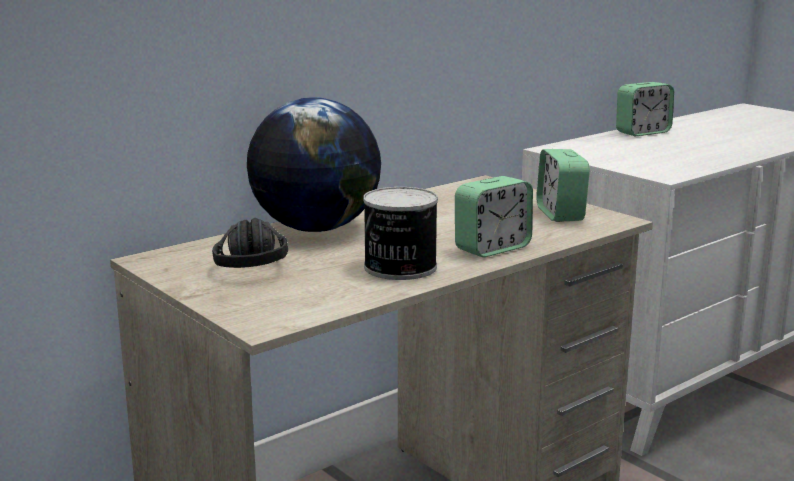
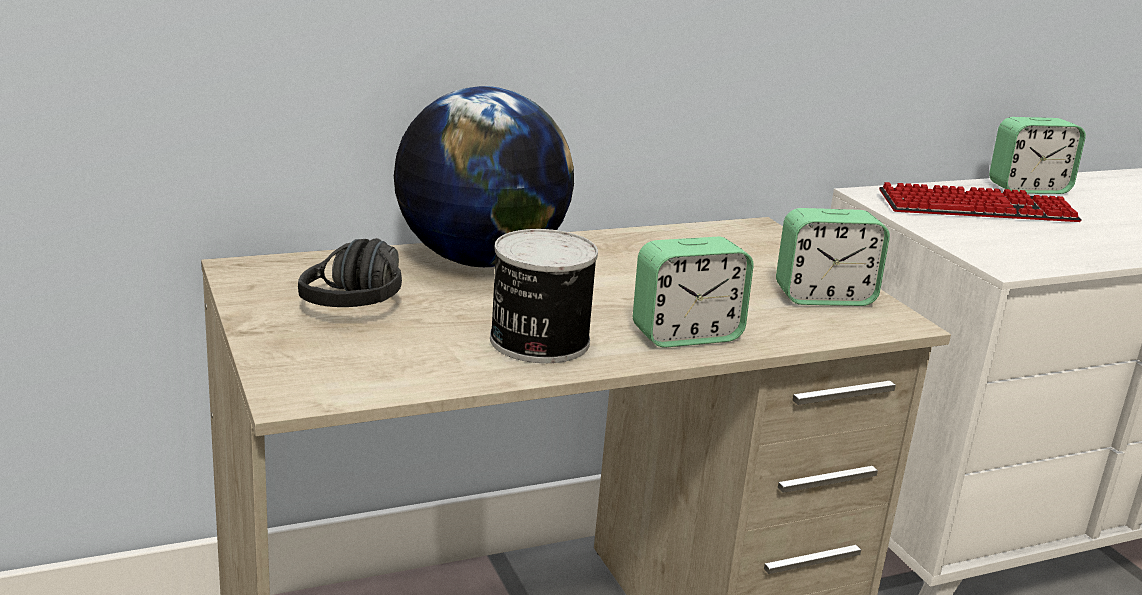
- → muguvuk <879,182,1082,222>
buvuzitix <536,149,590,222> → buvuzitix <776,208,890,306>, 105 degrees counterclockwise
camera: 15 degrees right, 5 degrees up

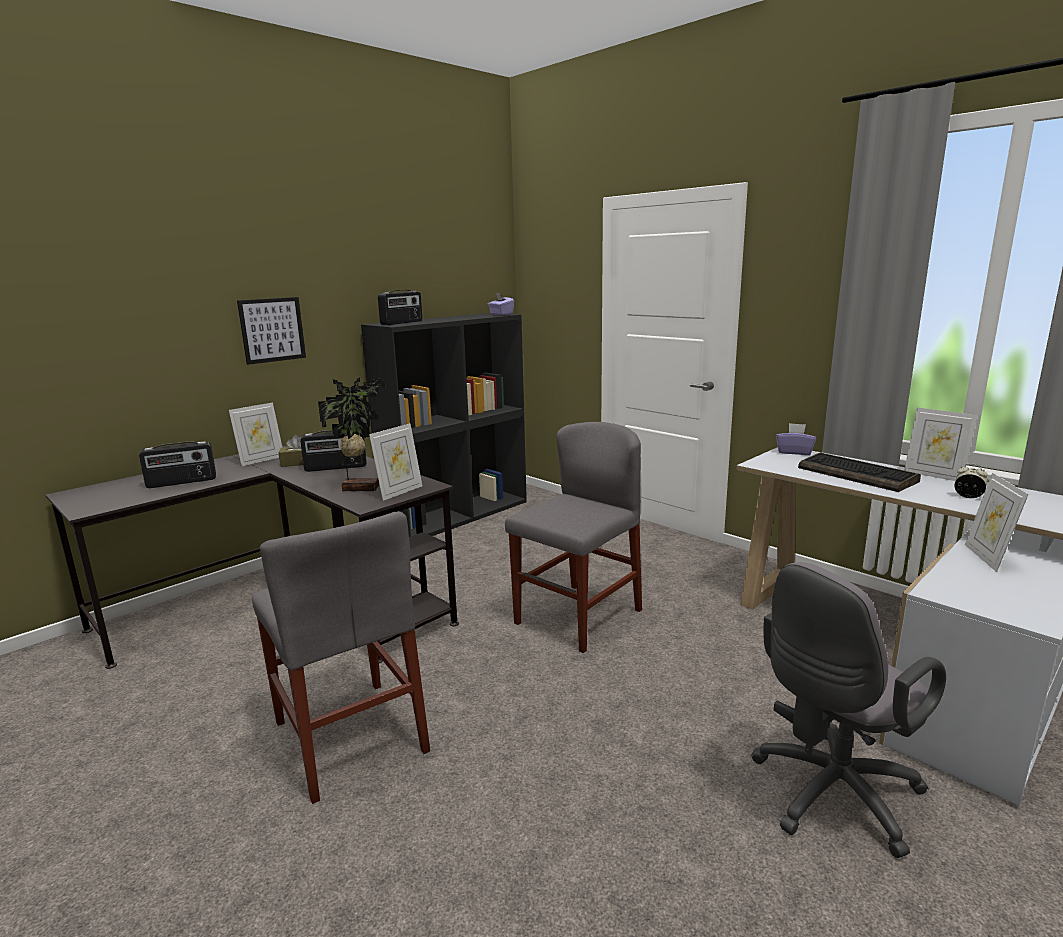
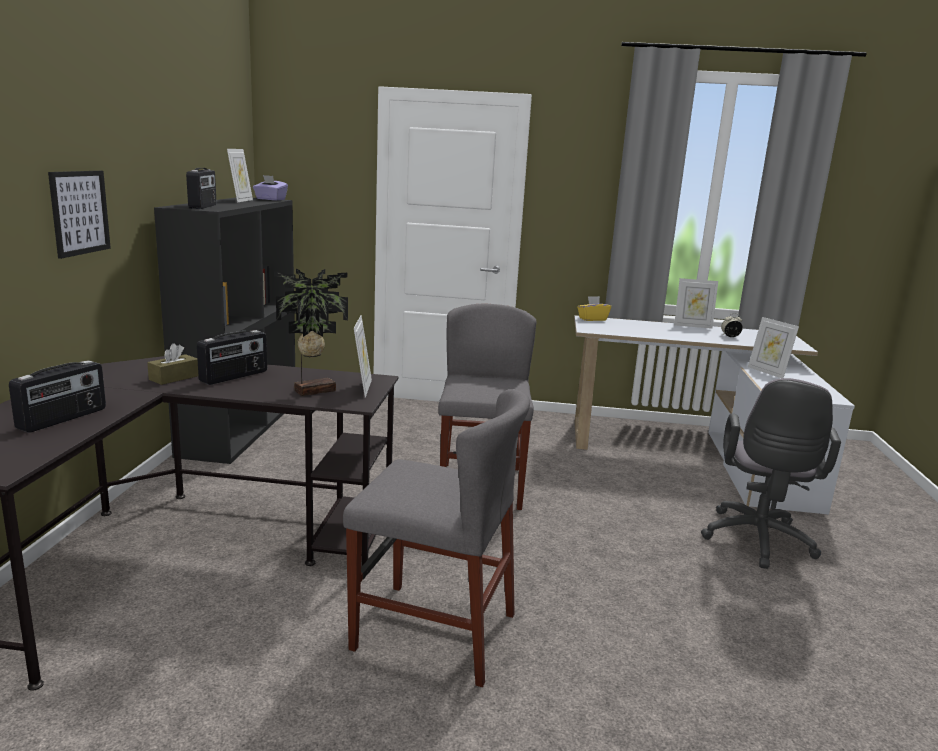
muguvuk <798,452,921,492> → -
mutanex <229,402,283,466> → mutanex <227,149,253,202>, relocated
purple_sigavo <776,423,816,455> → yellow_sigavo <577,296,611,321>
camera: 40 degrees left, 0 degrees up

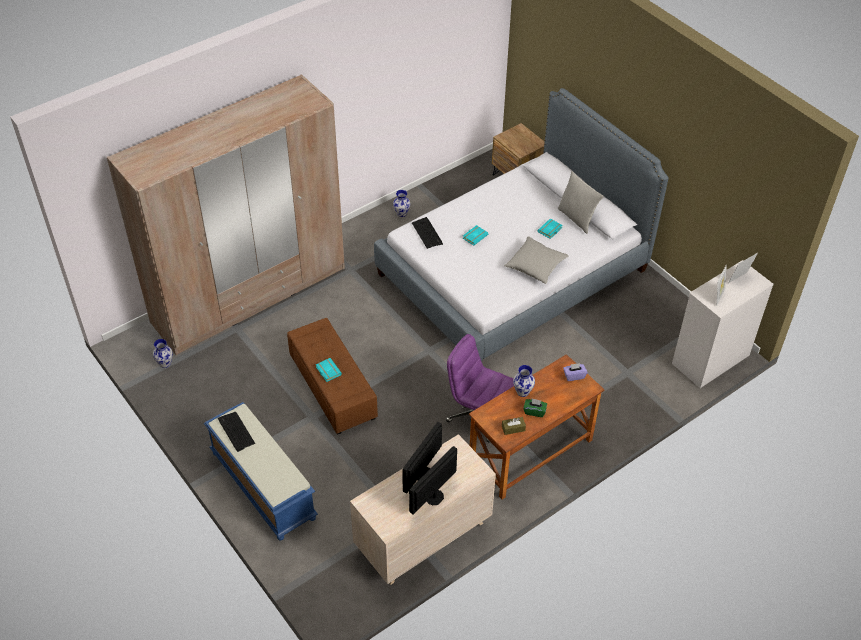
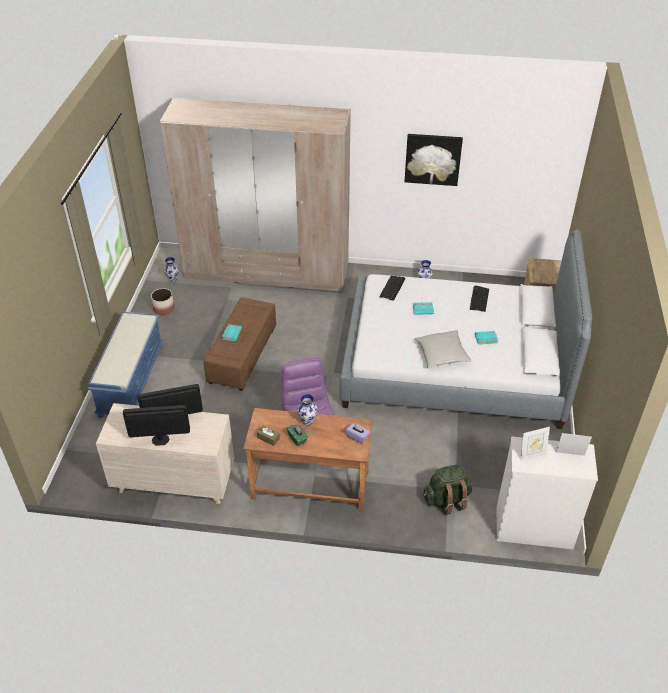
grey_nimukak <558,171,604,234> → -
- → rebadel <151,288,175,315>
- → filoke <404,134,463,186>
- → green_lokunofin <423,465,472,515>
muguvuk <218,412,255,452> → muguvuk <470,285,489,312>, relocated
camera: 45 degrees right, 5 degrees down

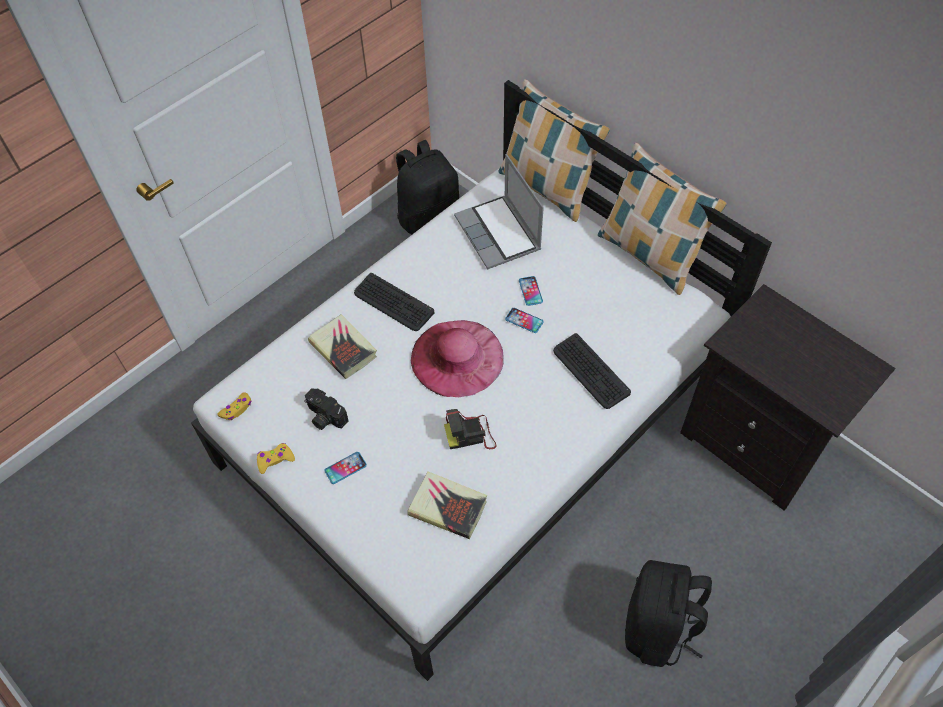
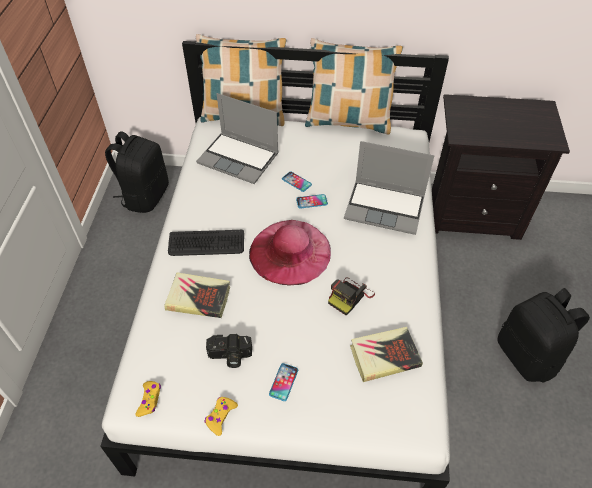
muguvuk <553,333,631,409> → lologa <344,141,434,235>
camera: 40 degrees left, 5 degrees down

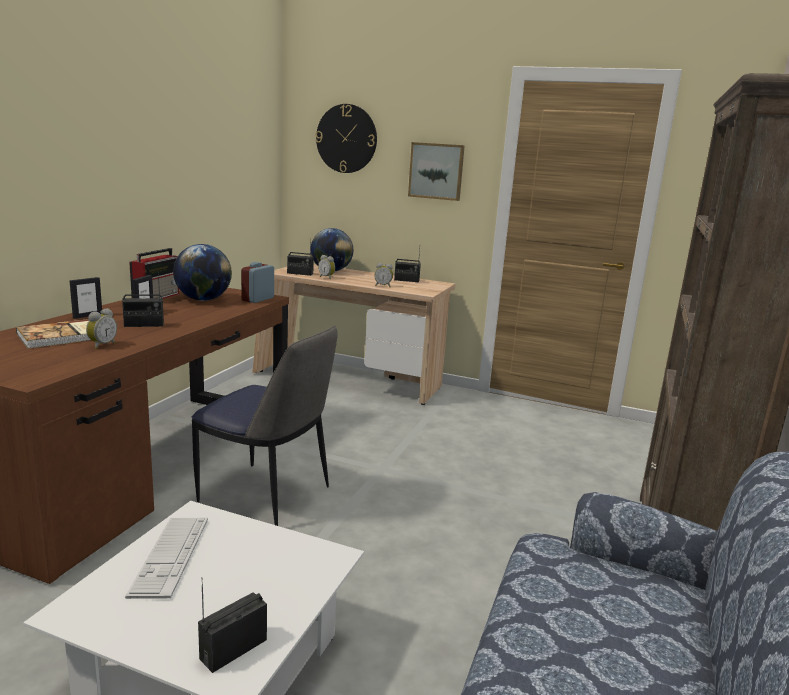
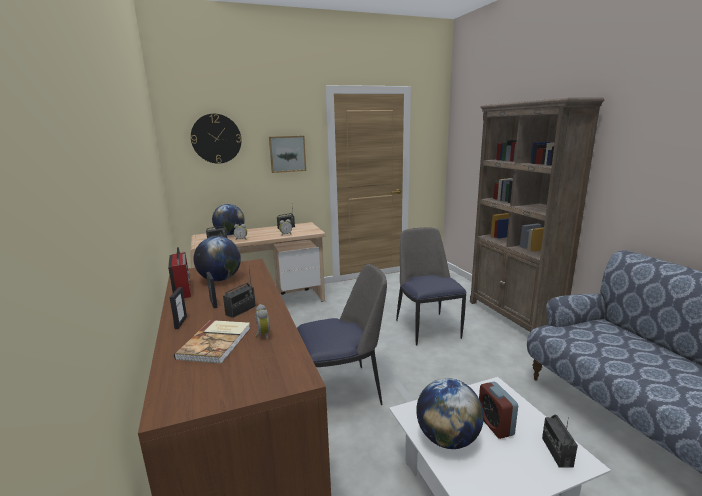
- → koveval <396,227,467,346>
buvuzitix <241,262,274,303> → buvuzitix <479,382,518,439>, relocated
muguvuk <125,518,208,599> → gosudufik <416,378,484,449>
camera: 40 degrees left, 0 degrees up

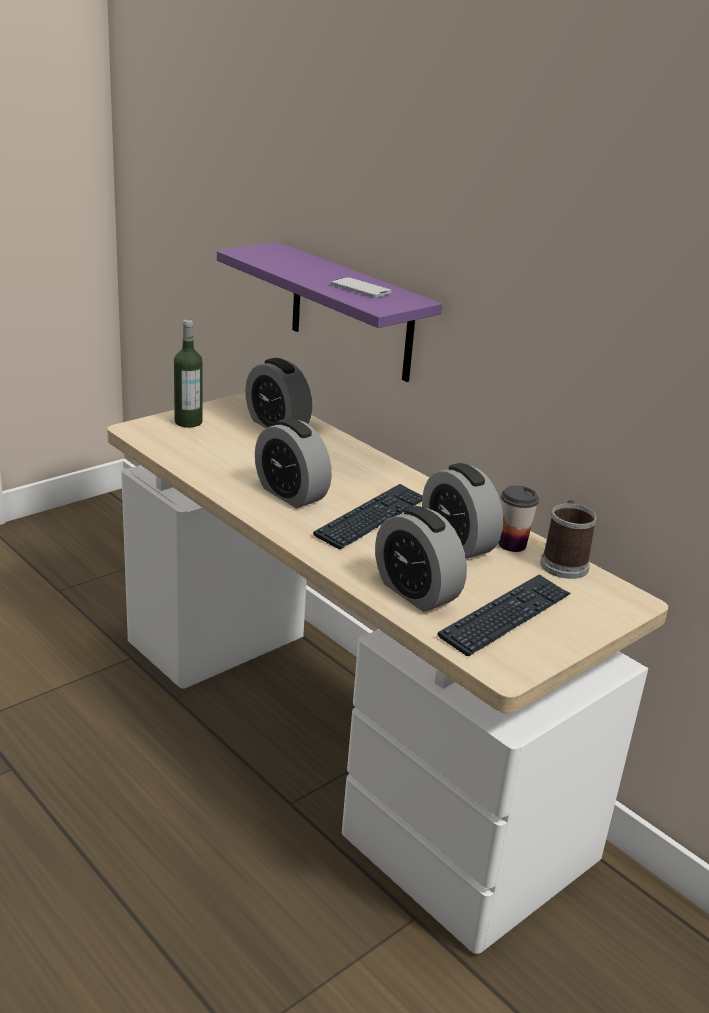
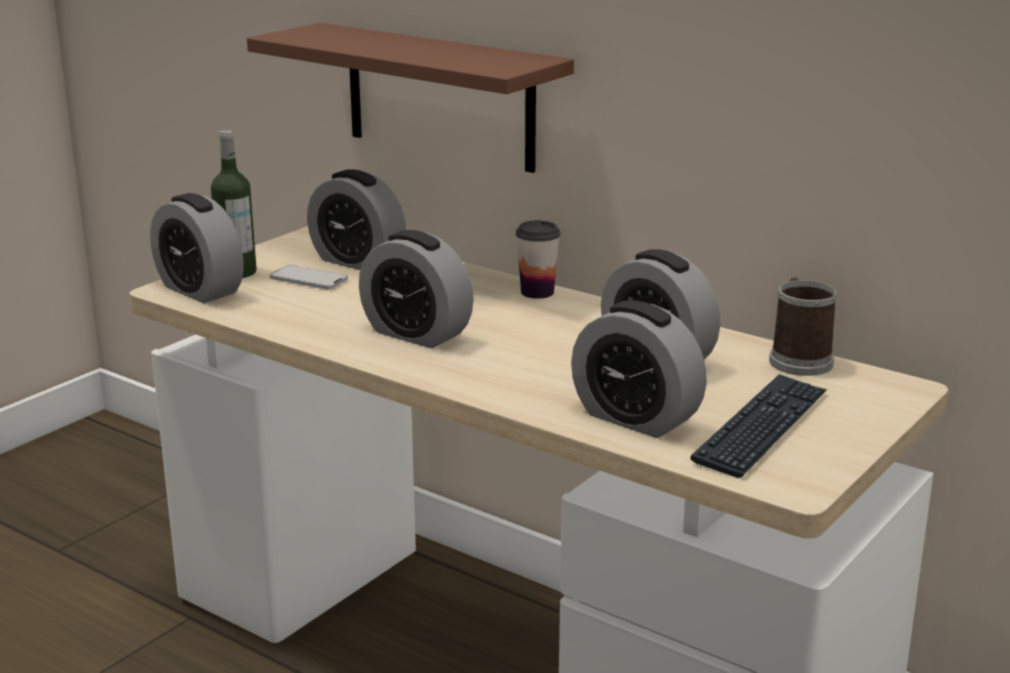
muguvuk <313,484,423,549> → -
- → buvuzitix <150,193,243,303>
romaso <331,277,392,298> → romaso <270,265,348,290>, relocated
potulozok <499,485,539,552> → potulozok <516,220,560,299>, relocated
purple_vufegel <217,242,442,382> → brown_vufegel <247,23,574,173>
camera: 10 degrees left, 5 degrees down

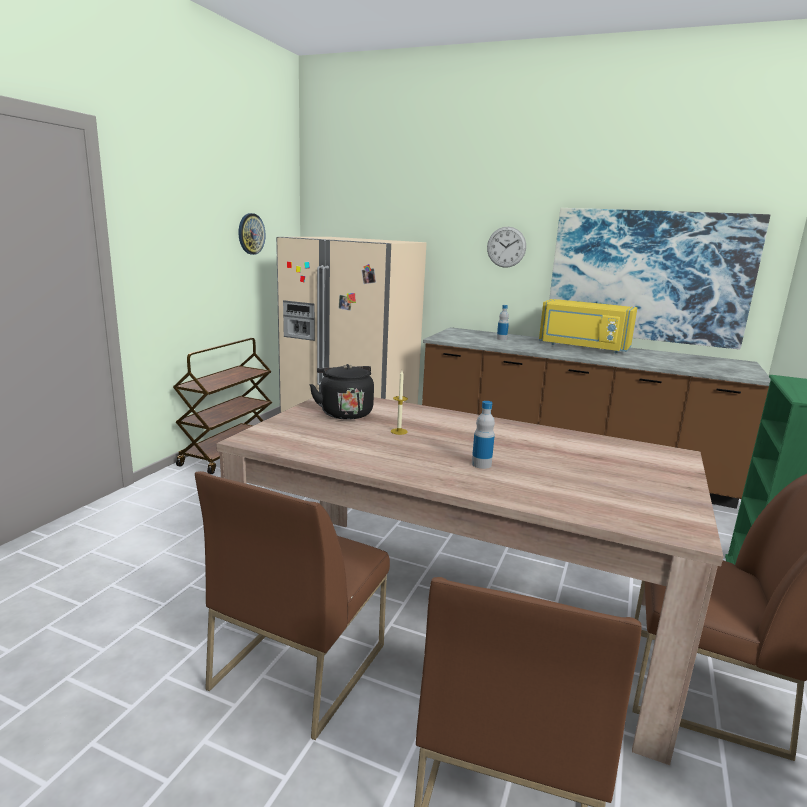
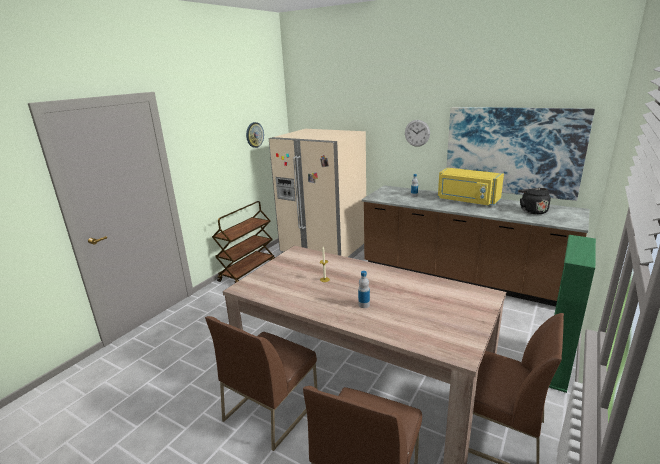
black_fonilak <309,364,374,420> → black_fonilak <518,188,551,215>, relocated
camera: 10 degrees right, 5 degrees up

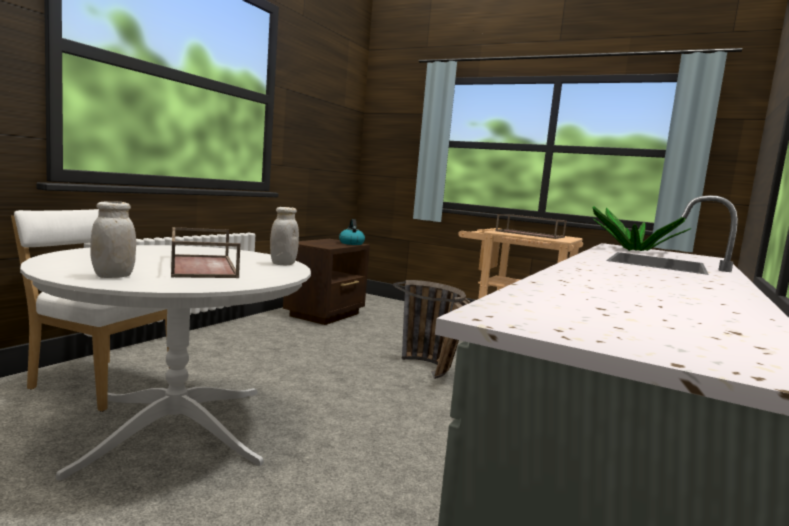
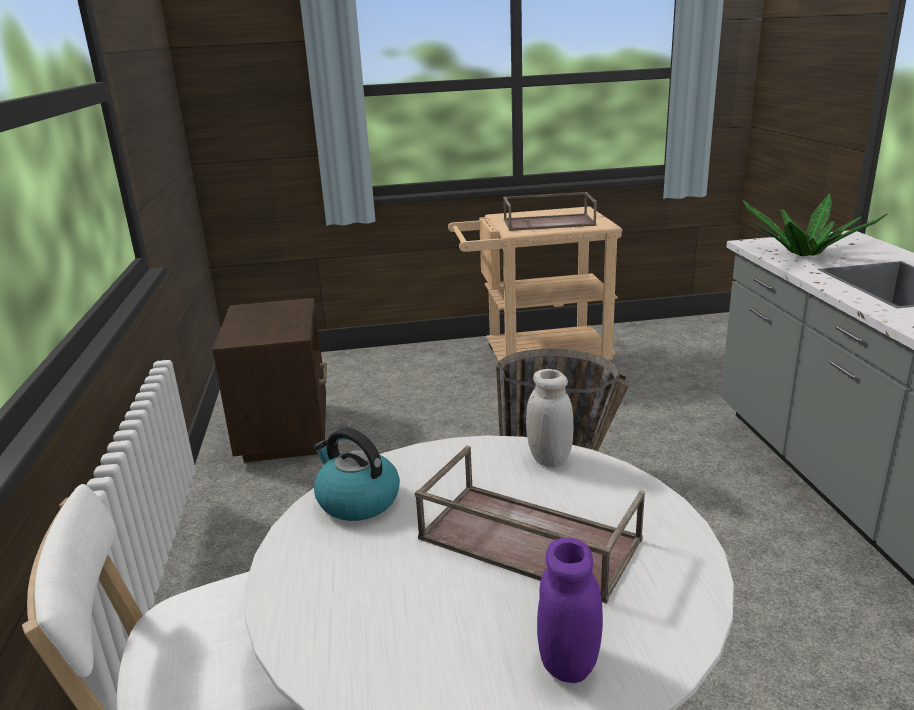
fonilak <339,219,365,245> → fonilak <314,427,400,521>, relocated
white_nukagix <90,201,136,278> → purple_nukagix <537,538,603,683>
camera: 35 degrees left, 15 degrees up

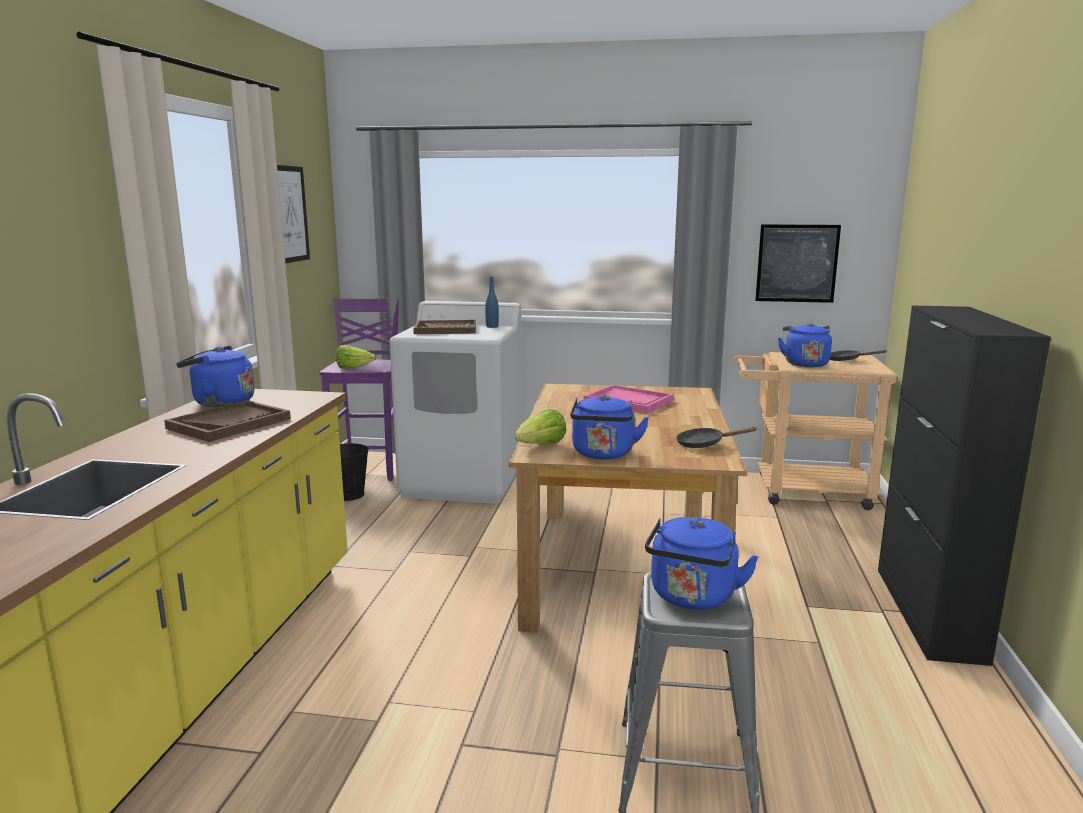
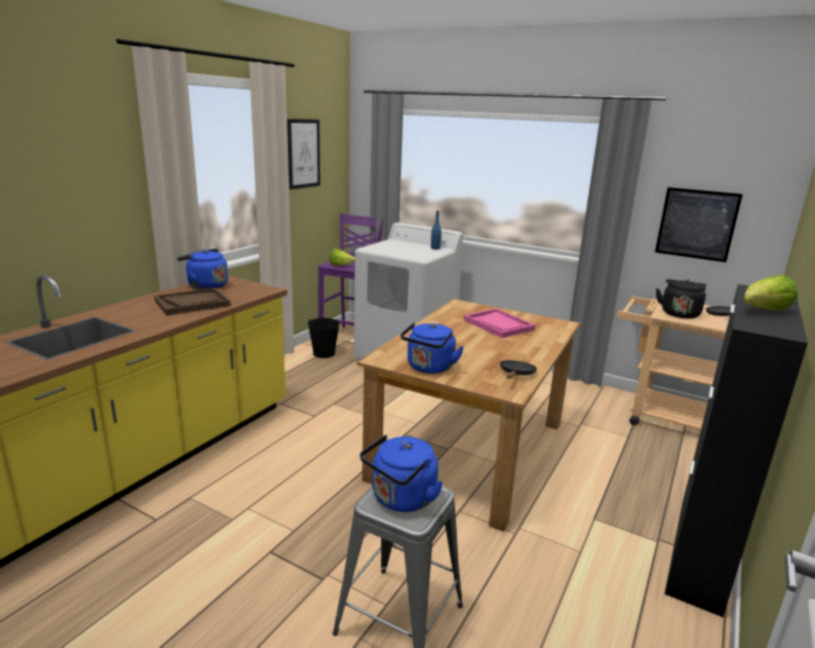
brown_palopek <413,320,476,334> → -
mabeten <515,409,566,444> → mabeten <744,275,798,311>, relocated
blue_fonilak <778,323,832,367> → black_fonilak <656,279,706,319>
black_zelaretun <676,427,757,448> → black_zelaretun <500,360,537,379>, 90 degrees clockwise
camera: 20 degrees right, 5 degrees up

